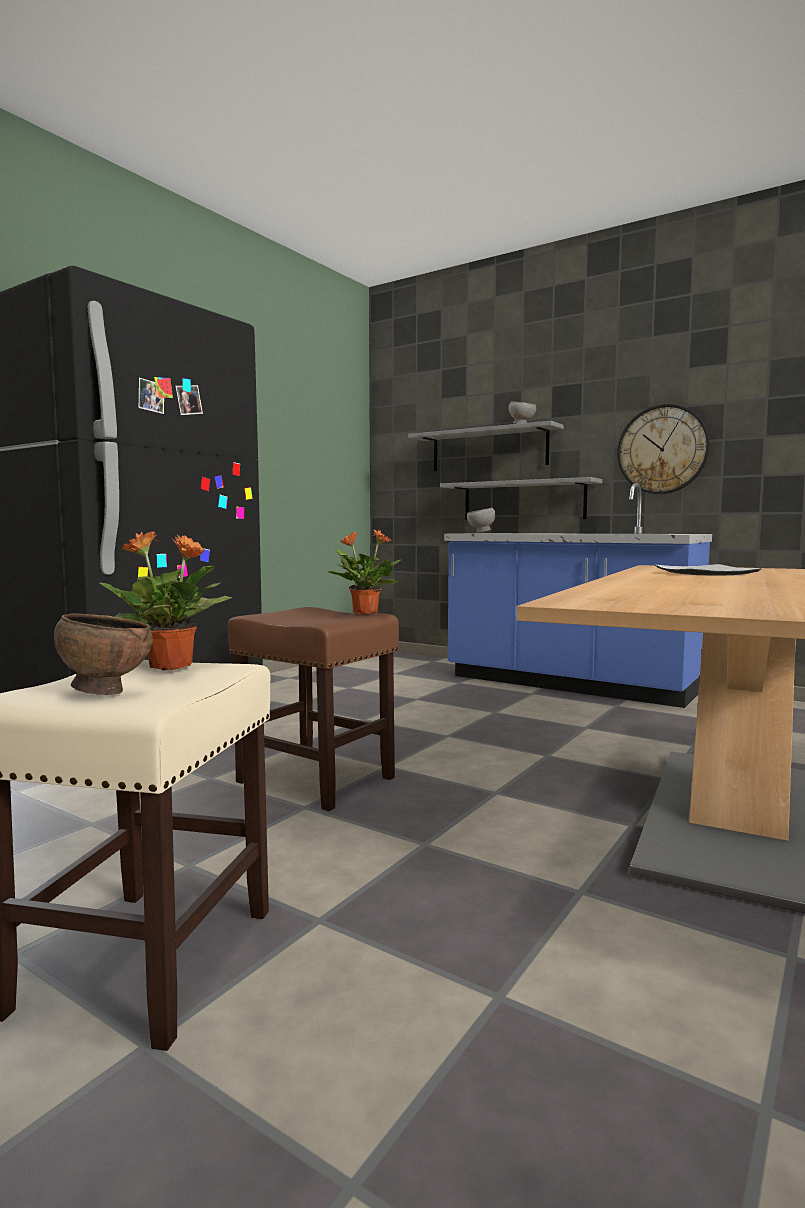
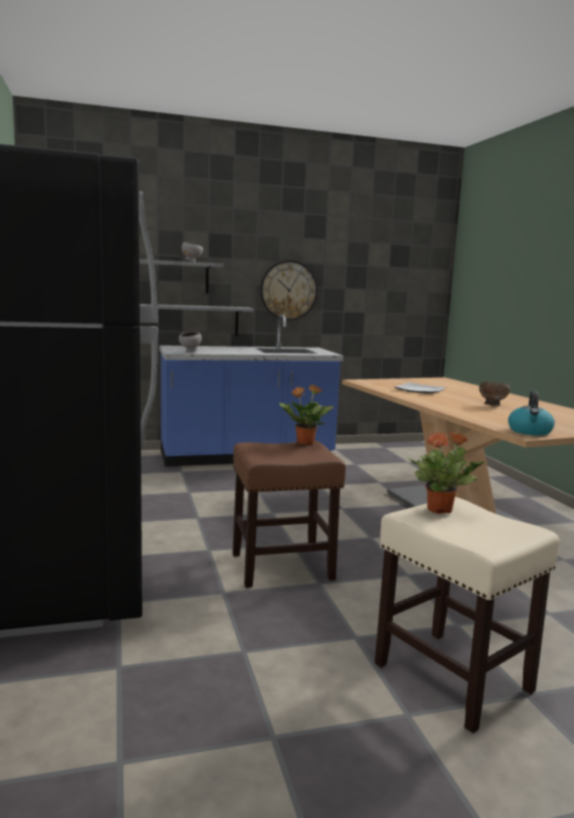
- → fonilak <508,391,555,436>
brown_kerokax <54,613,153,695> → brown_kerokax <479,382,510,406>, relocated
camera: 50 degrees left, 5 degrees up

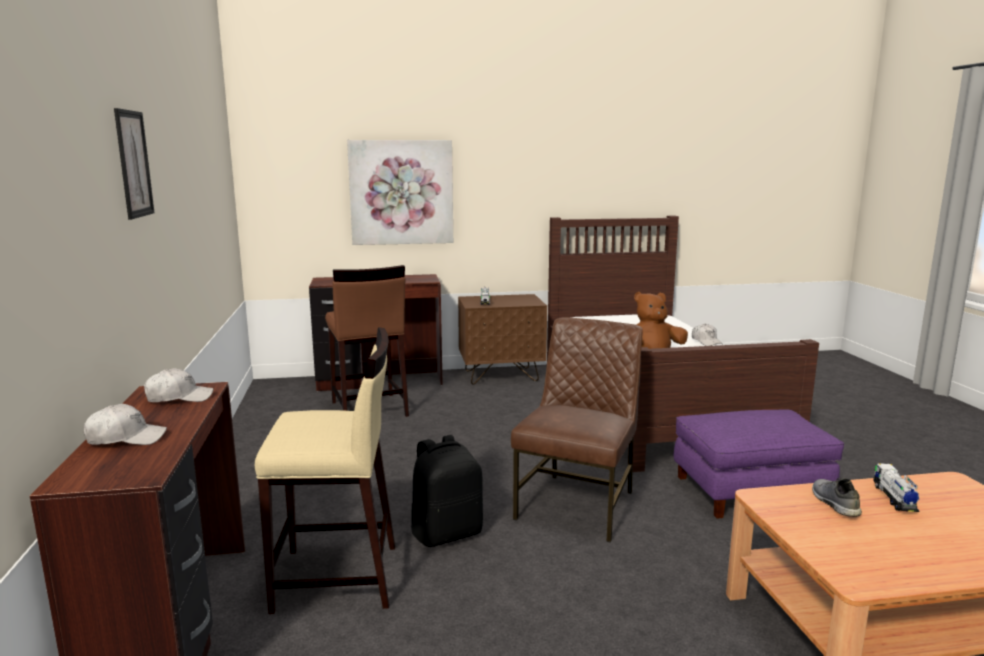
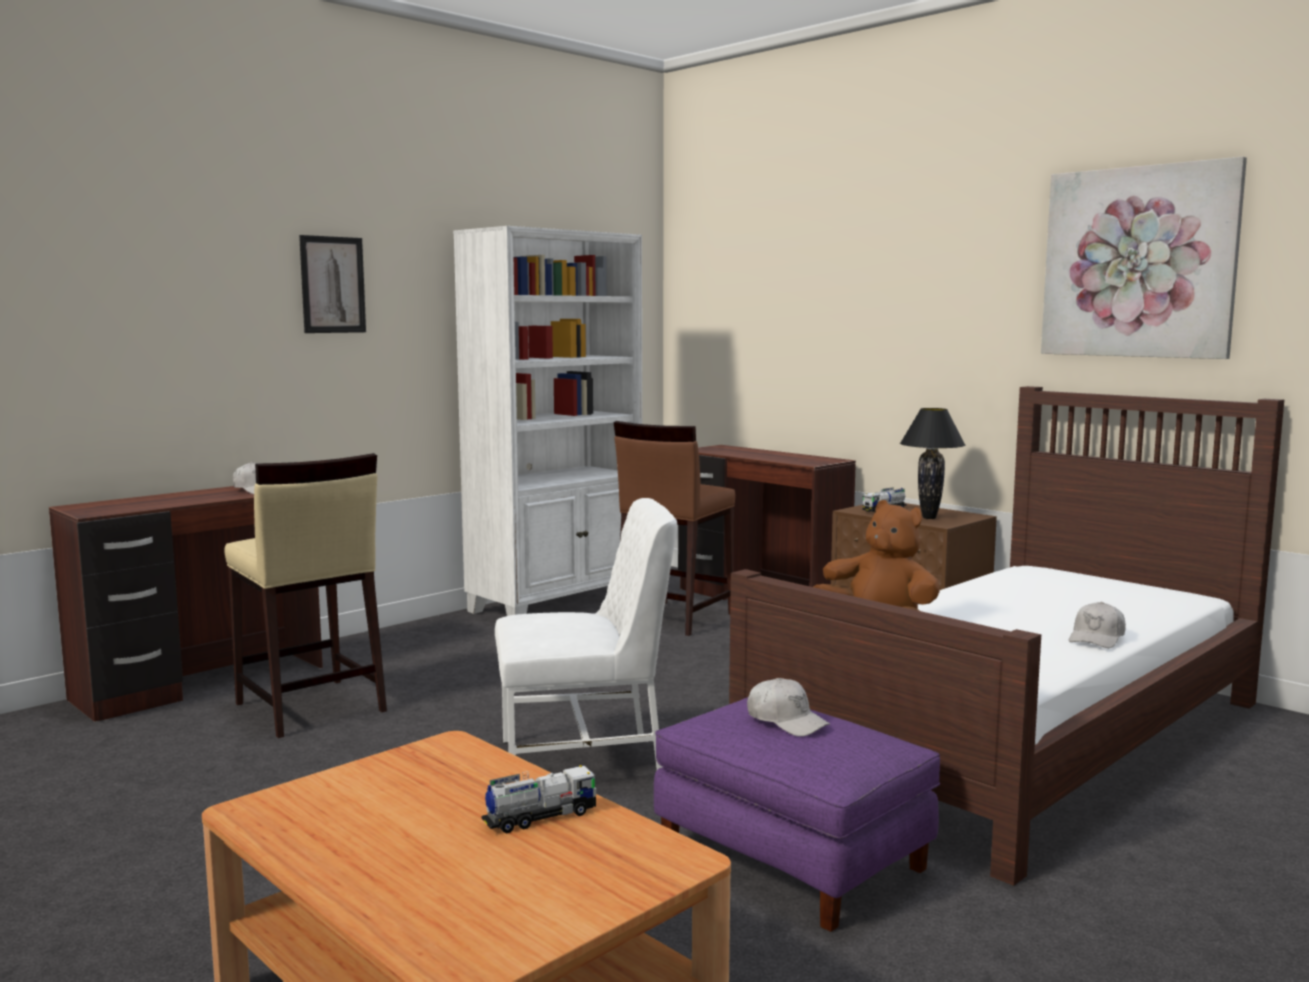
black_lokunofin <411,435,483,547> → -
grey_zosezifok <812,478,862,517> → -
- → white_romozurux <453,226,642,616>
- → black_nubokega <900,408,965,519>
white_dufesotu <84,404,167,445> → white_dufesotu <747,678,830,737>, relocated
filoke <347,140,453,245> → filoke <1041,157,1247,359>, relocated
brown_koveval <511,317,643,543> → white_koveval <495,498,677,770>
camera: 55 degrees right, 5 degrees down

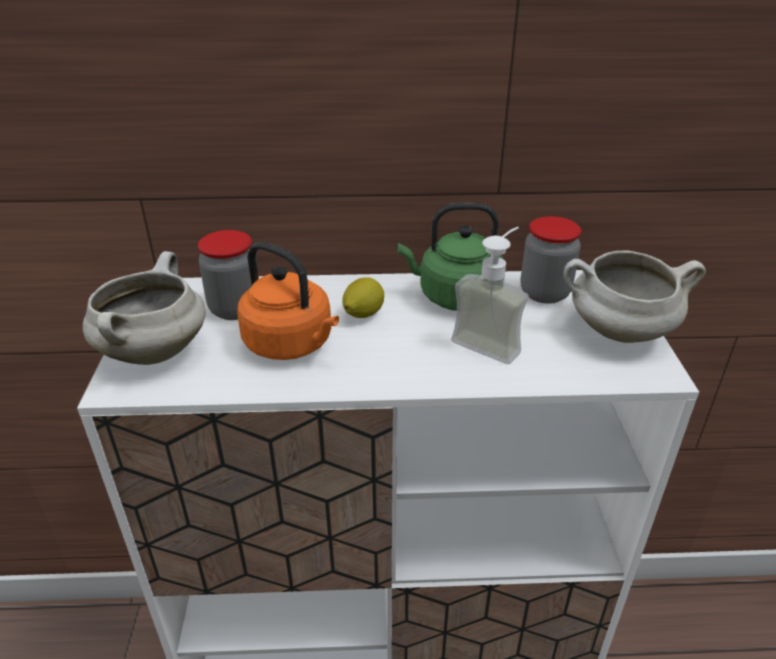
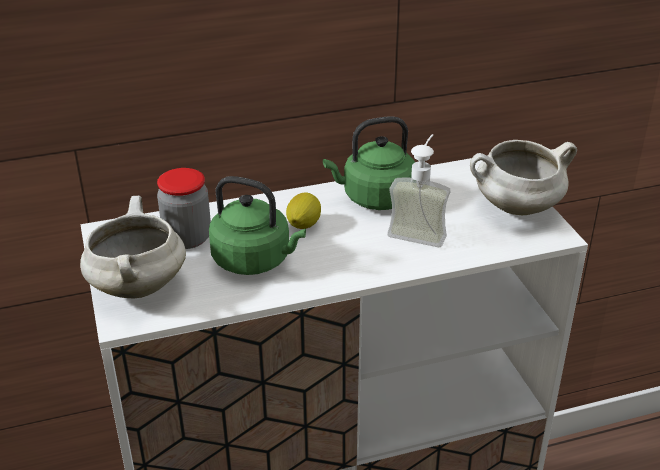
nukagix <520,216,581,304> → -
orange_fonilak <237,242,339,360> → green_fonilak <209,176,306,275>
camera: 15 degrees left, 0 degrees up

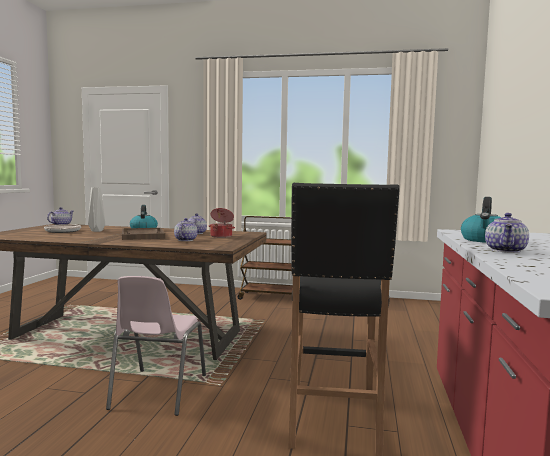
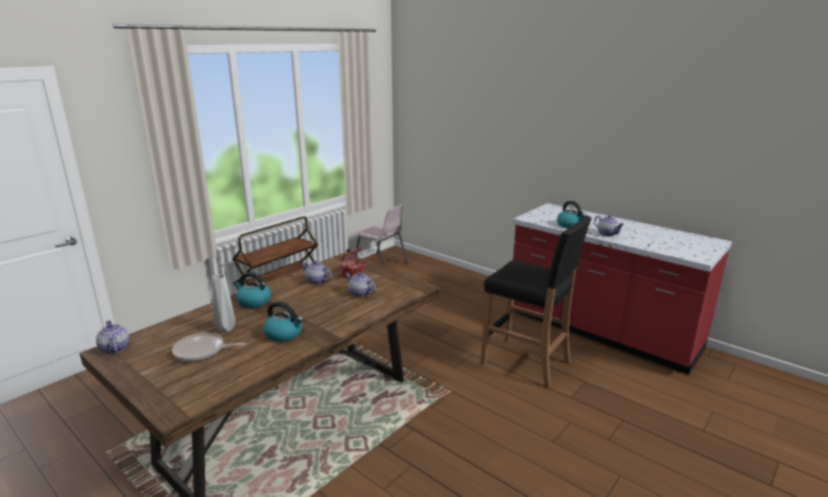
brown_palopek <122,228,165,240> → -
- → fonilak <263,301,304,342>
pink_koveval <106,276,206,416> → pink_koveval <355,205,408,267>, relocated
camera: 60 degrees left, 15 degrees up

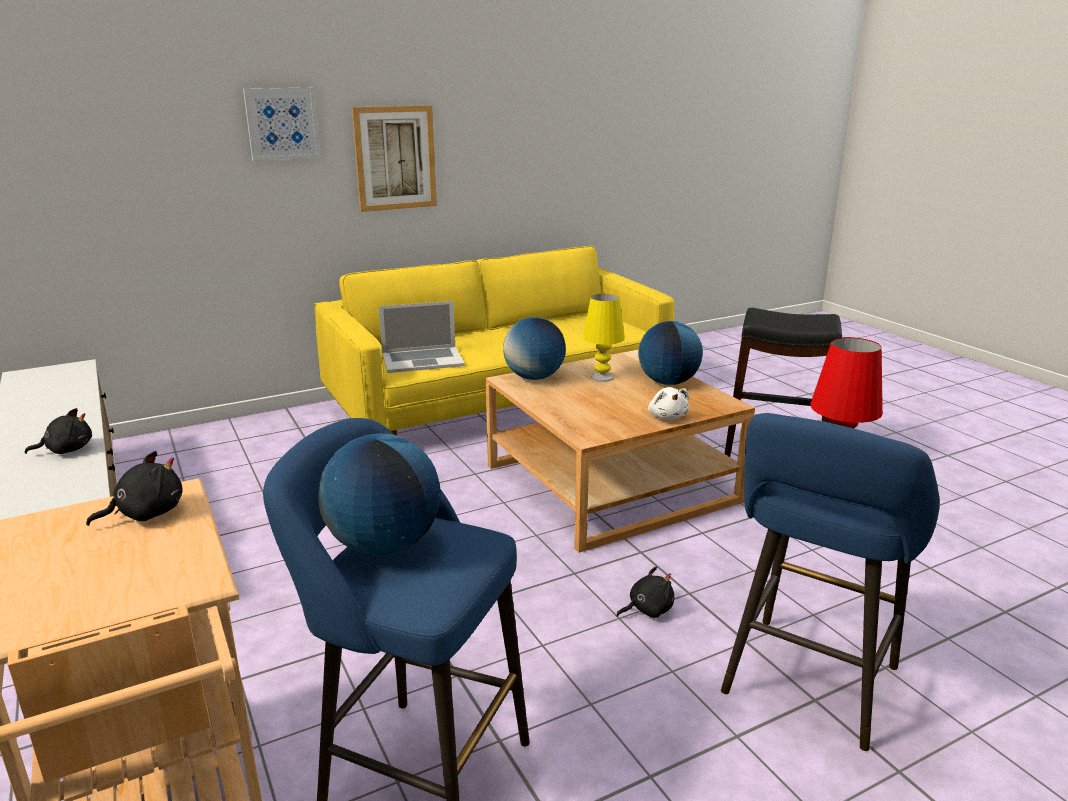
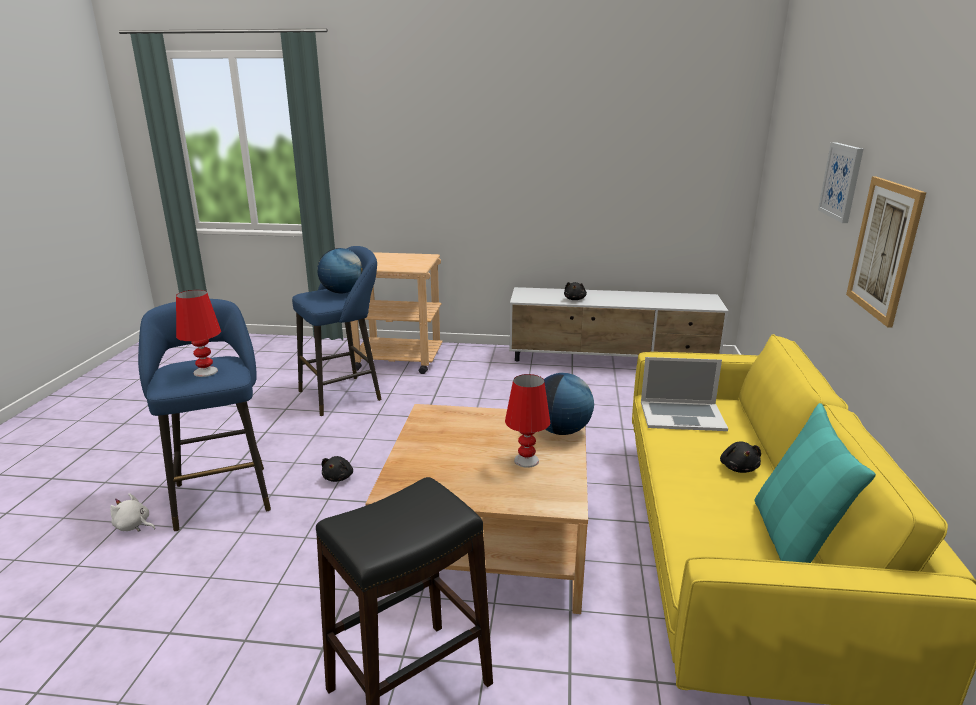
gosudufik <638,321,703,385> → -
- → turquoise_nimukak <755,403,876,563>
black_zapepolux <86,451,182,526> → black_zapepolux <720,441,761,473>, relocated
white_zapepolux <648,387,689,420> → white_zapepolux <110,493,155,532>, relocated
yellow_nubokega <583,294,625,382> → red_nubokega <505,374,550,468>
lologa <379,301,465,373> → lologa <641,357,728,431>, 105 degrees counterclockwise
camera: 125 degrees right, 0 degrees up

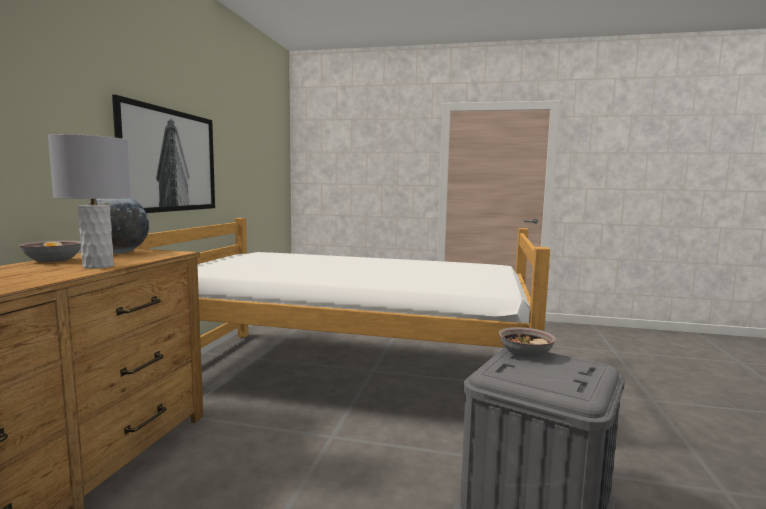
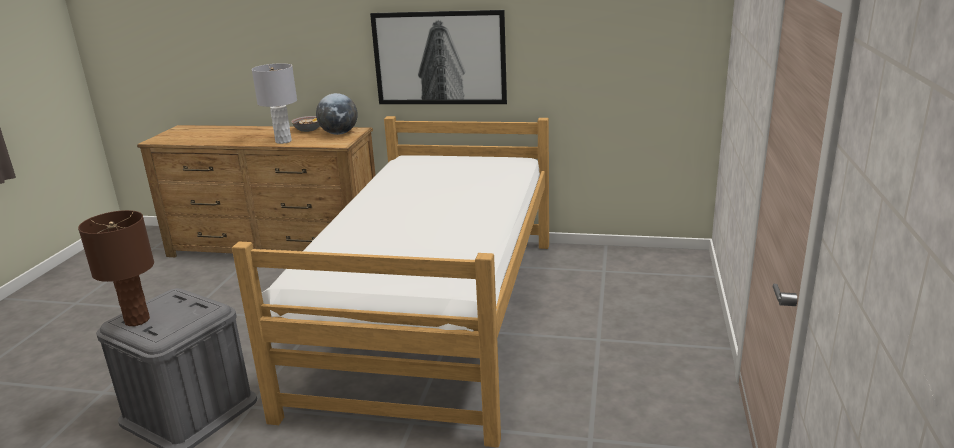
kerokax <498,327,556,358> → -
- → brown_nubokega <78,210,154,326>
camera: 90 degrees right, 15 degrees up

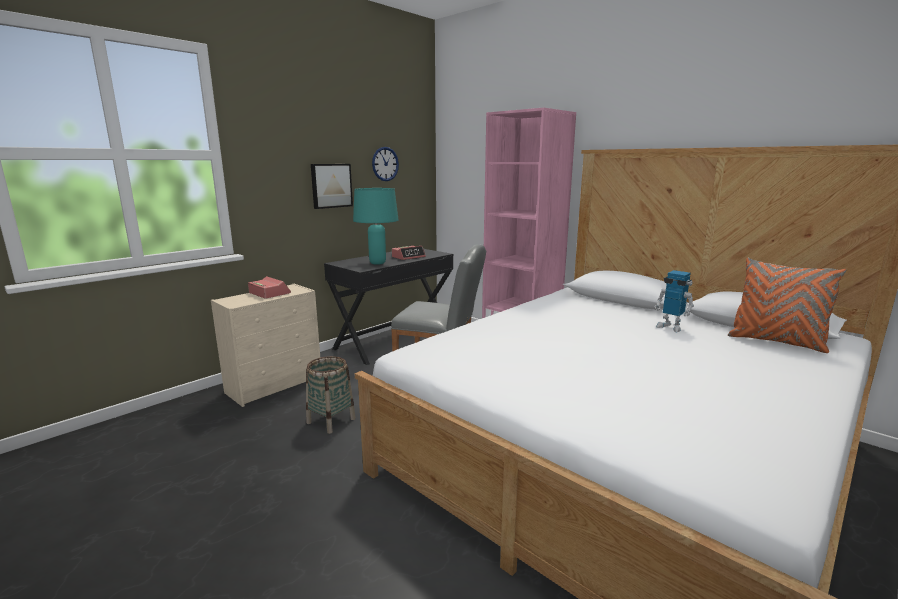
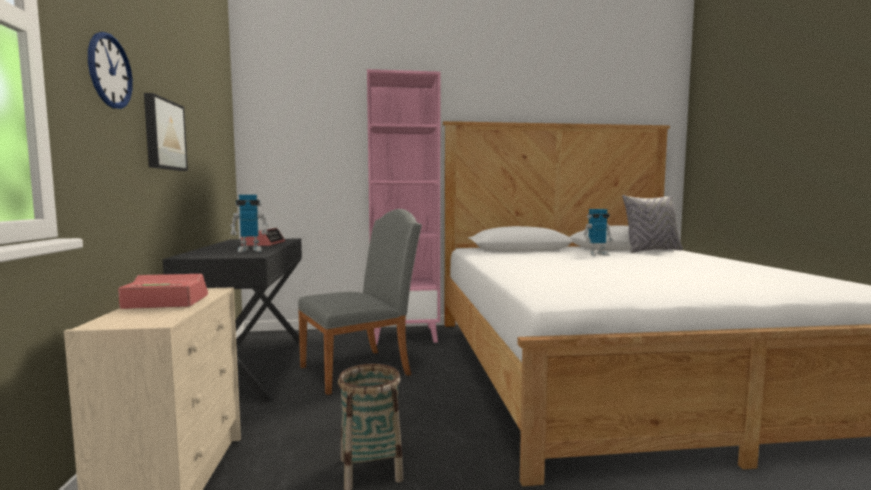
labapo <372,147,399,181> → labapo <88,32,133,109>, relocated
turquoise_nubokega <353,188,398,265> → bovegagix <230,195,268,252>
orange_nimukak <728,258,847,353> → grey_nimukak <622,195,683,253>
camera: 50 degrees left, 10 degrees down

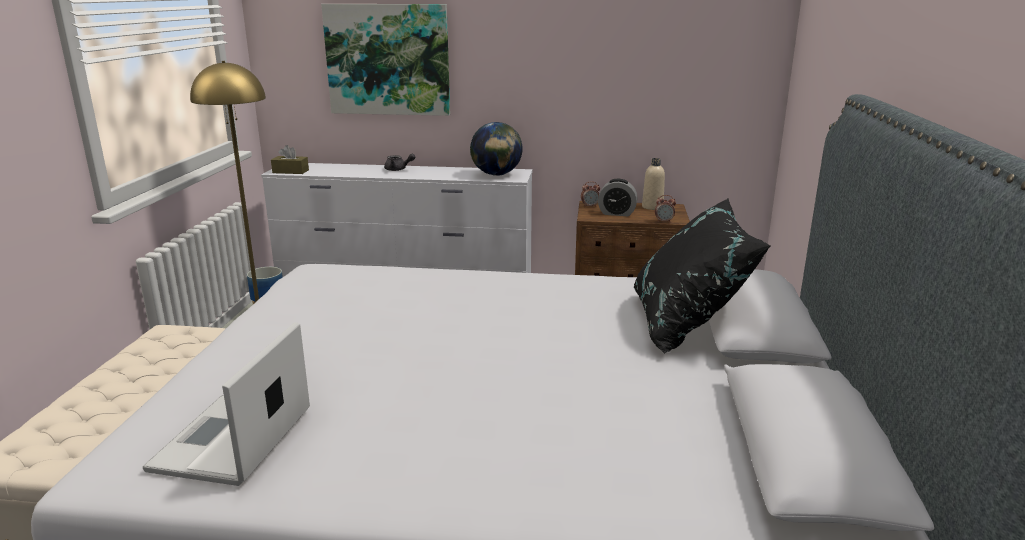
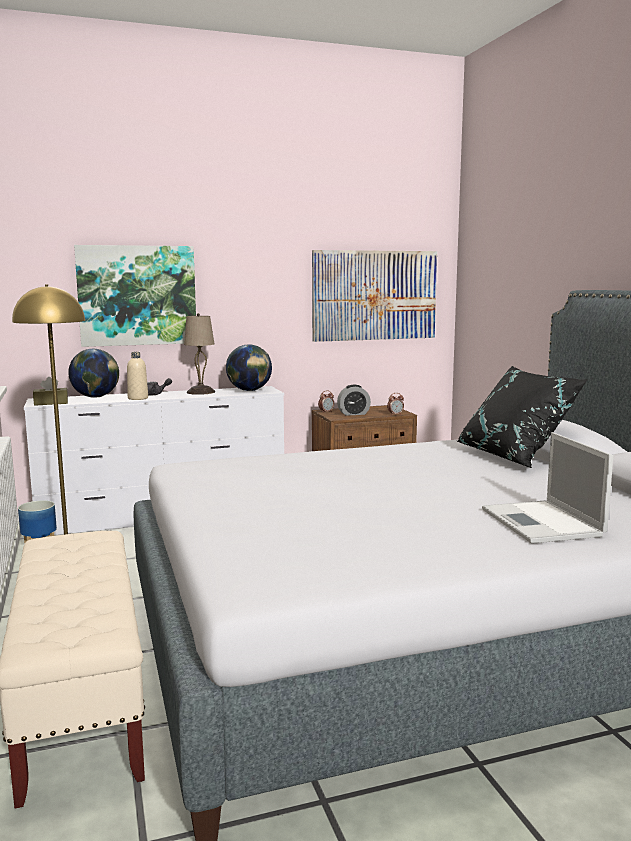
- → gosudufik <68,349,119,398>
- → beige_nubokega <184,313,215,395>
- → filoke <312,250,437,342>
lologa <143,322,310,486> → lologa <482,432,613,544>, relocated
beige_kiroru <642,158,665,210> → beige_kiroru <127,352,148,400>, relocated
camera: 25 degrees left, 10 degrees down

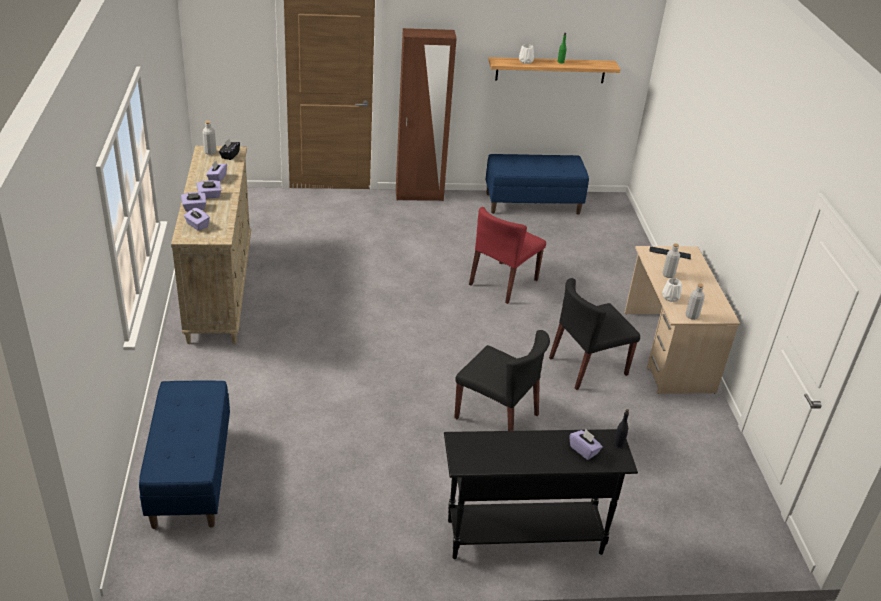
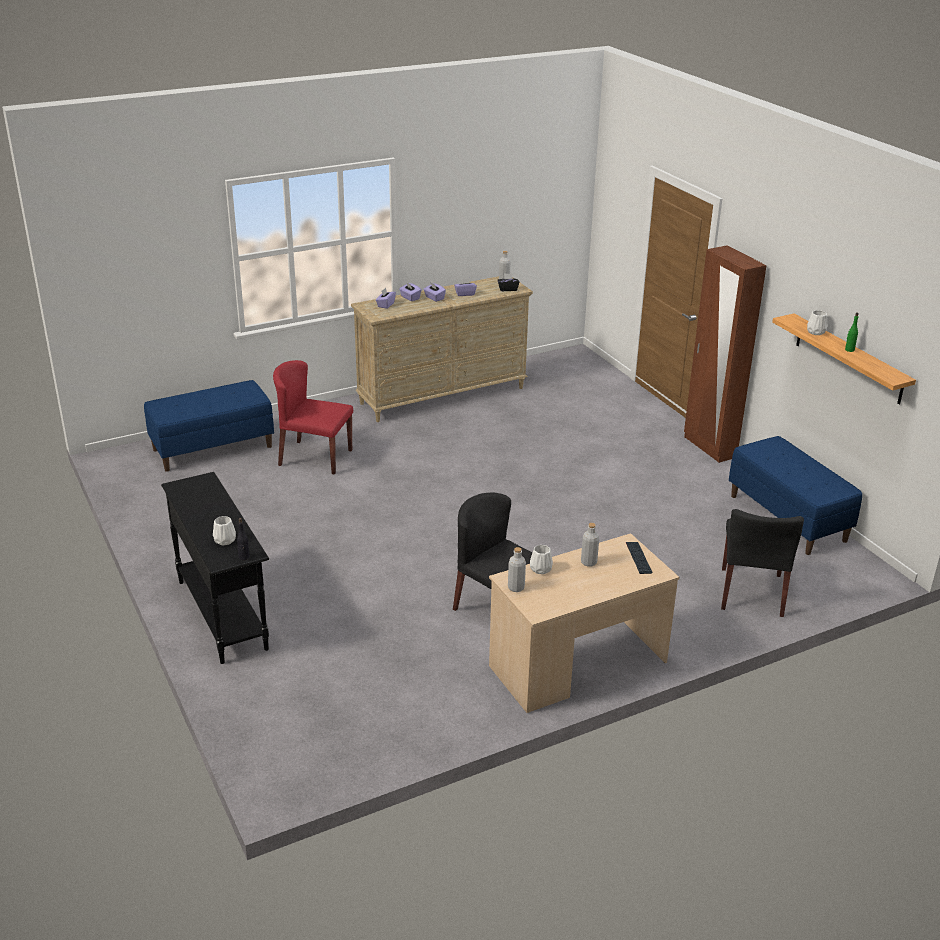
black_koveval <454,330,550,431> → black_koveval <721,509,804,617>, relocated
red_koveval <469,207,546,304> → red_koveval <273,360,353,475>, relocated
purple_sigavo <569,429,603,460> → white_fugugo <213,516,236,545>
camera: 70 degrees right, 5 degrees down

